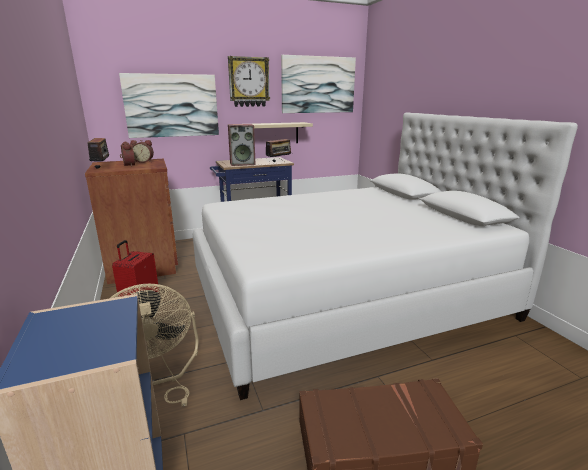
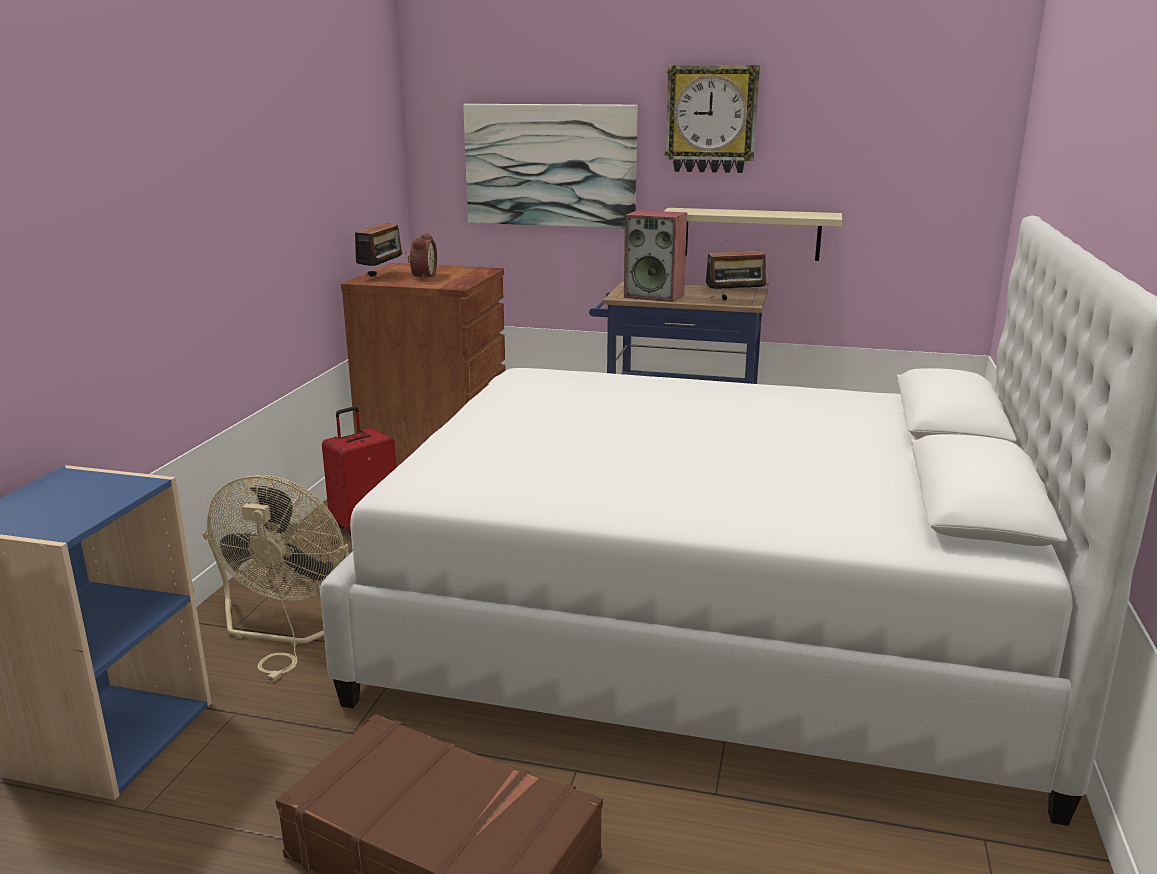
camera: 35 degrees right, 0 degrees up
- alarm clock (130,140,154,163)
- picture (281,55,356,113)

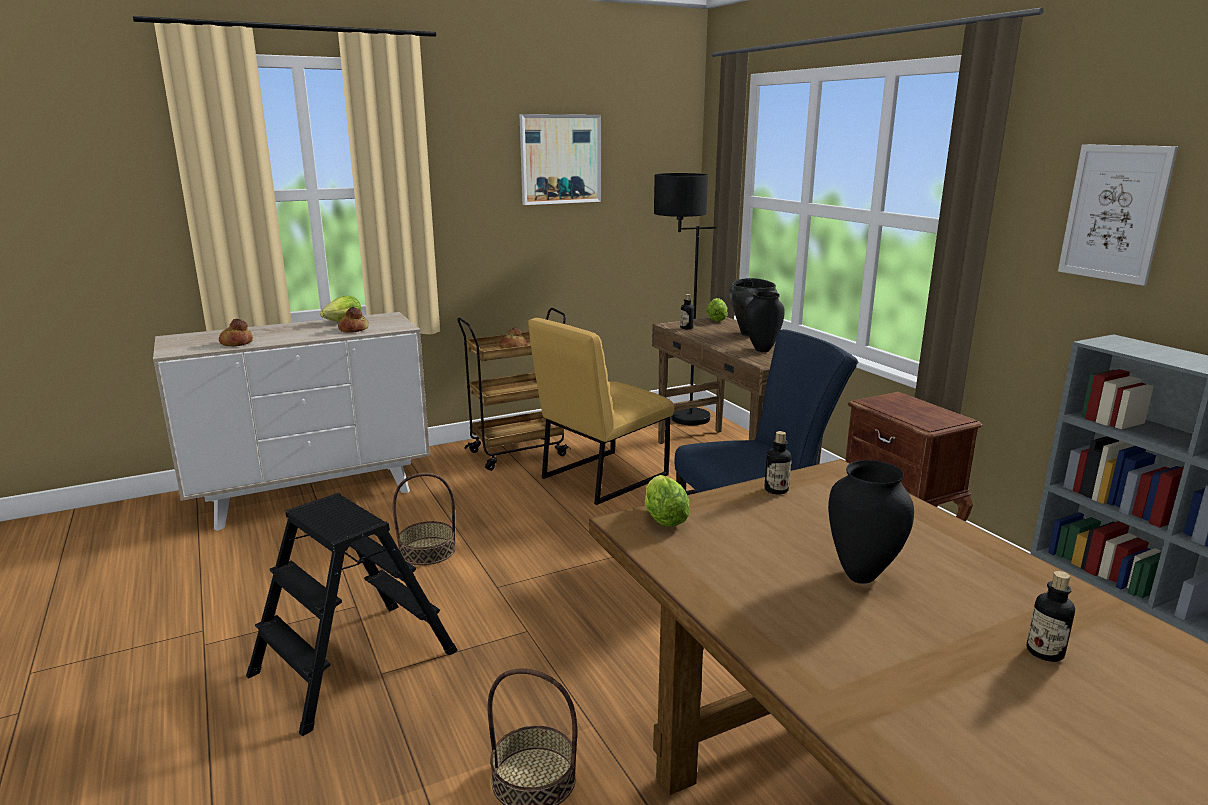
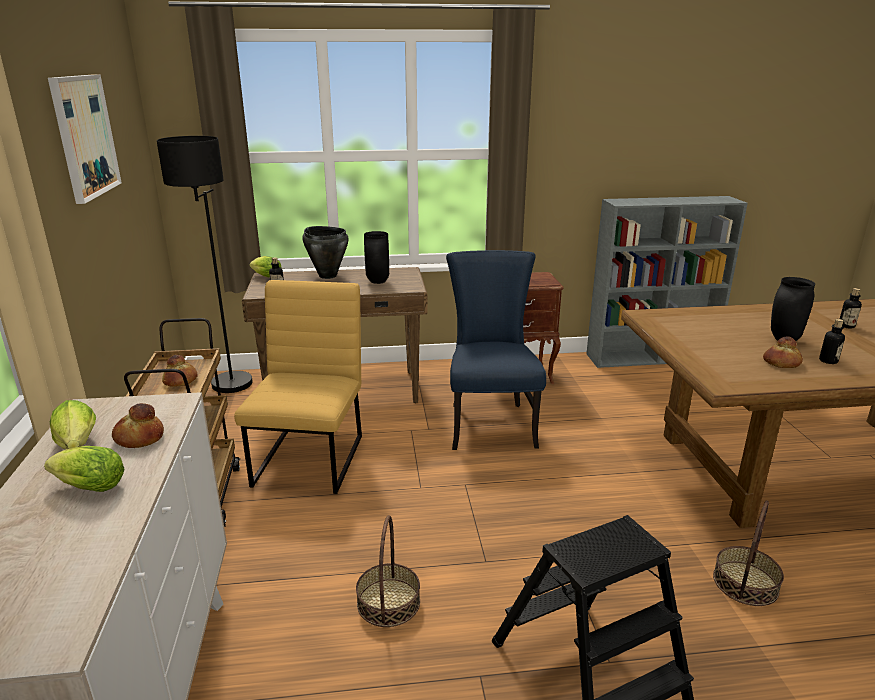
camera: 70 degrees left, 5 degrees up
~ lettuce (645,475,690,527) to (44,446,125,492)
~ chair/yellow (528,318,674,505) = (234,280,362,494) 150 degrees counterclockwise
~ bread (219,319,253,346) to (763,336,803,368)
~ bottle (765,431,791,494) to (819,319,845,364)
- picture (1058,144,1178,286)

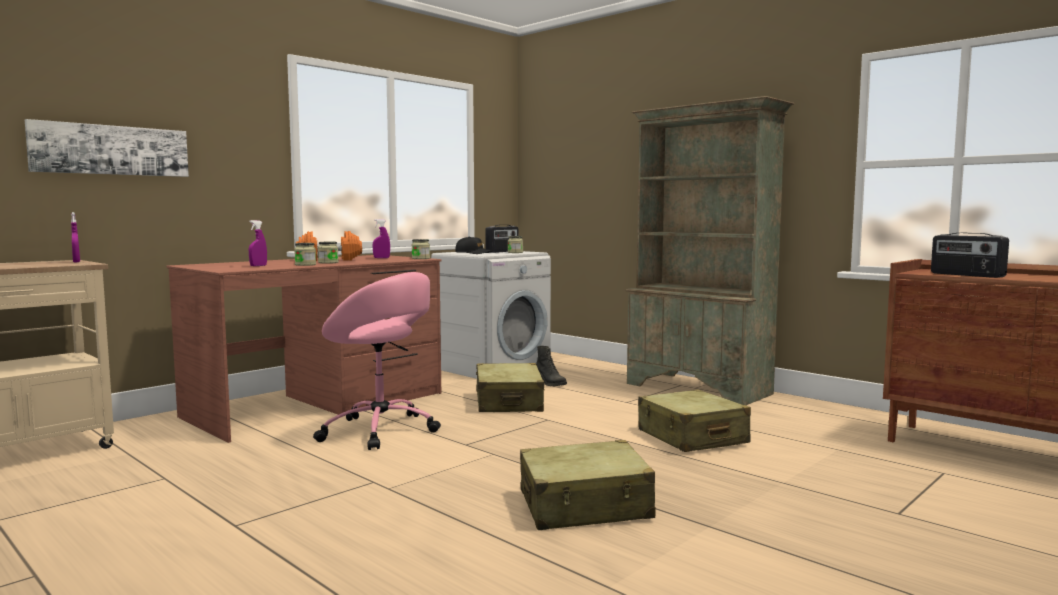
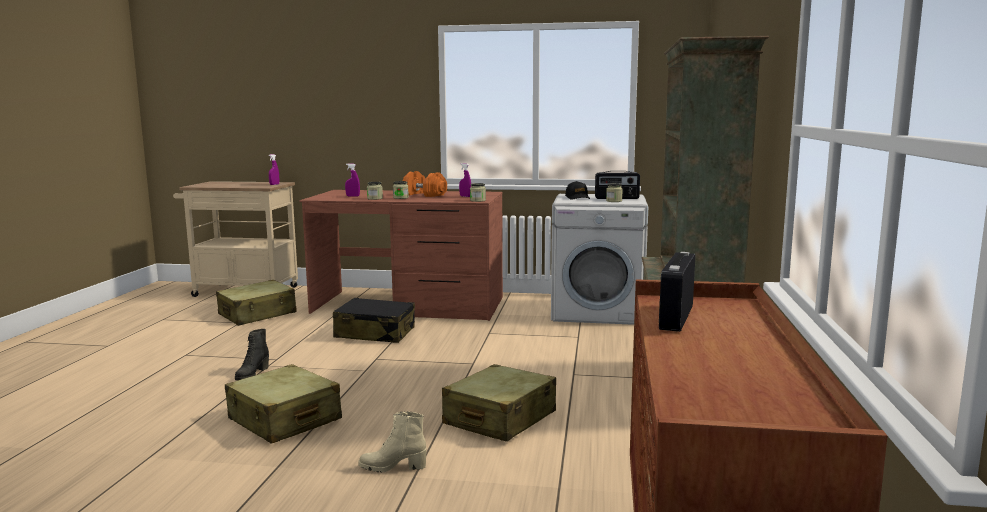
camera: 55 degrees right, 5 degrees up
~ suitcase/beige (476,363,545,412) to (216,280,297,326)
~ boot/black (536,346,567,386) to (235,329,269,380)
~ office chair/pink (313,272,441,450) to suitcase/black (333,298,415,343)
+ boot/beige (358,412,427,472)
- picture (25,119,189,177)

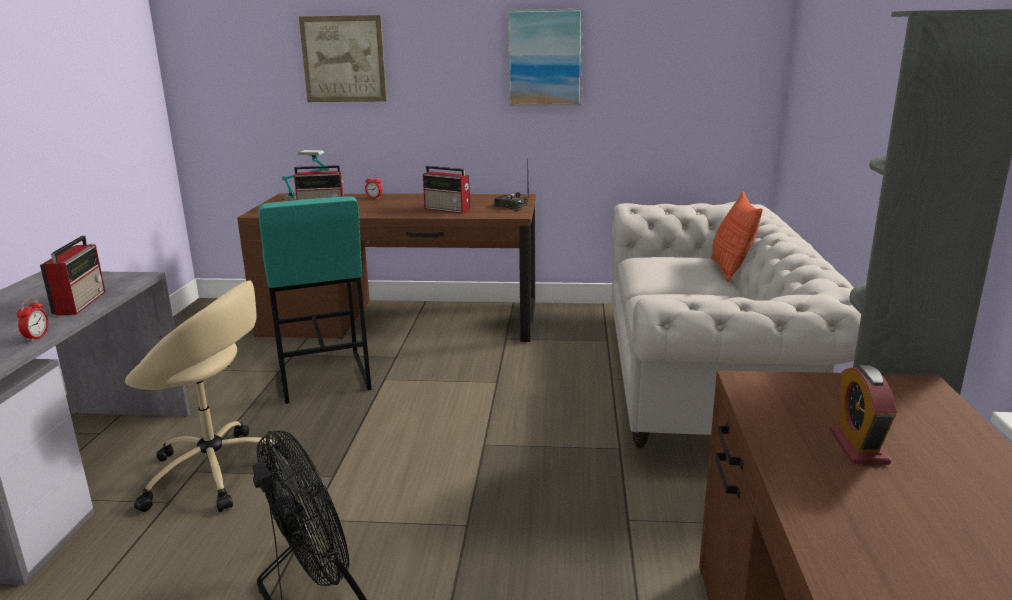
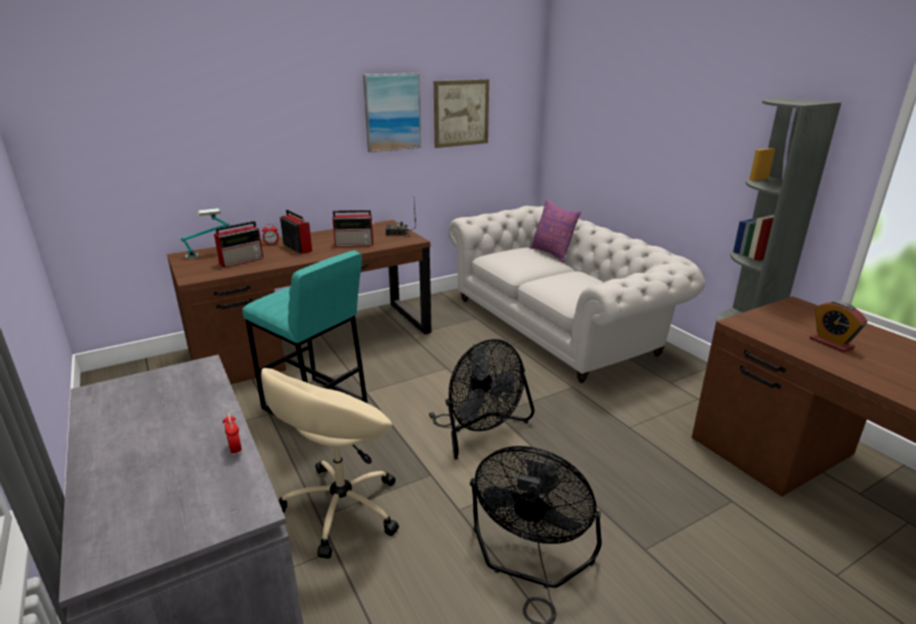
camera: 35 degrees left, 5 degrees up
~ office chair/beige (125,281,289,512) = (261,368,399,559) 150 degrees clockwise
~ radio (40,236,106,315) to (280,210,312,254)
+ fan/black (429,339,535,460)
~ picture (299,15,387,102) to (434,79,489,148)
~ pillow/orange (711,191,763,282) to pillow/purple (530,200,581,263)

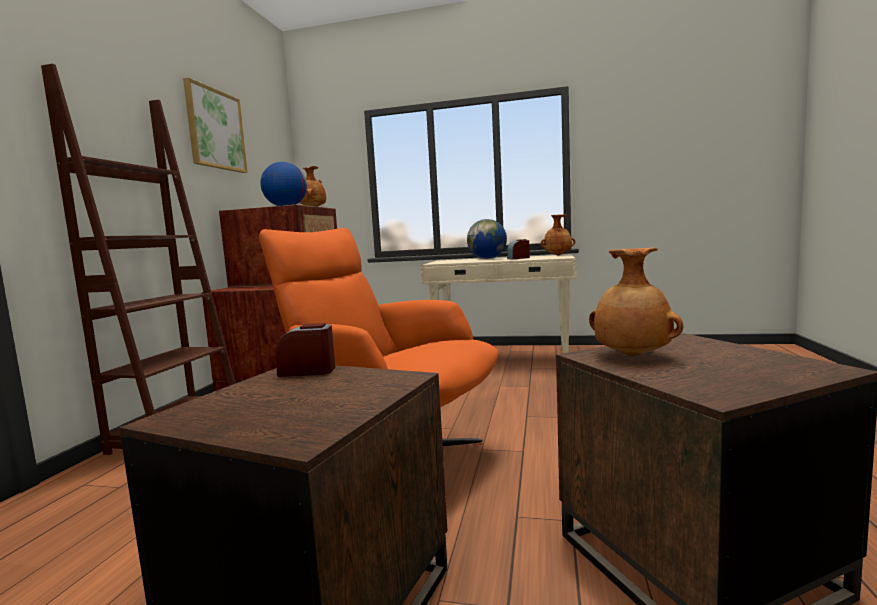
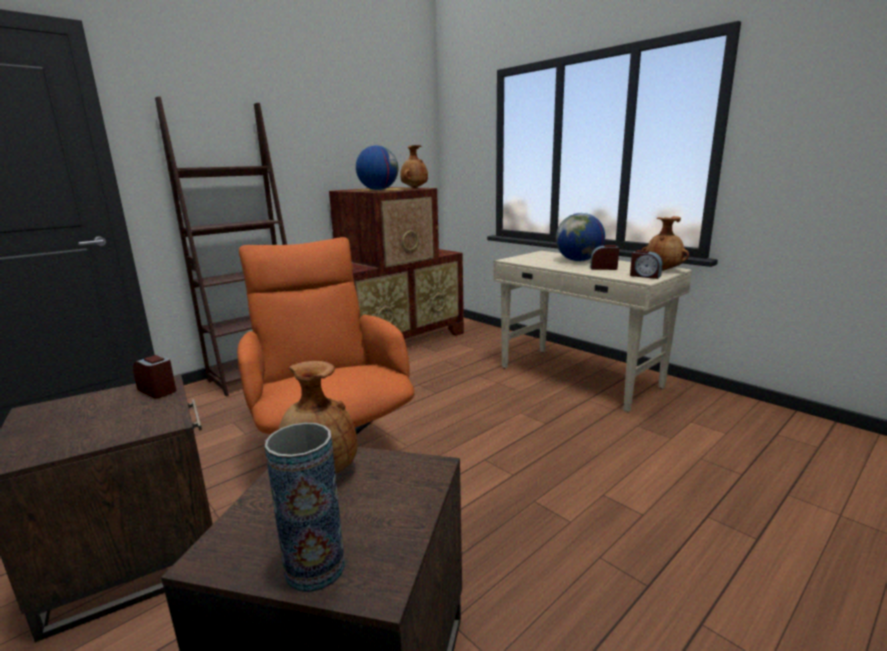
camera: 35 degrees right, 10 degrees up
+ vase (265,423,345,592)
+ alarm clock (630,250,662,279)
- picture (183,78,248,173)

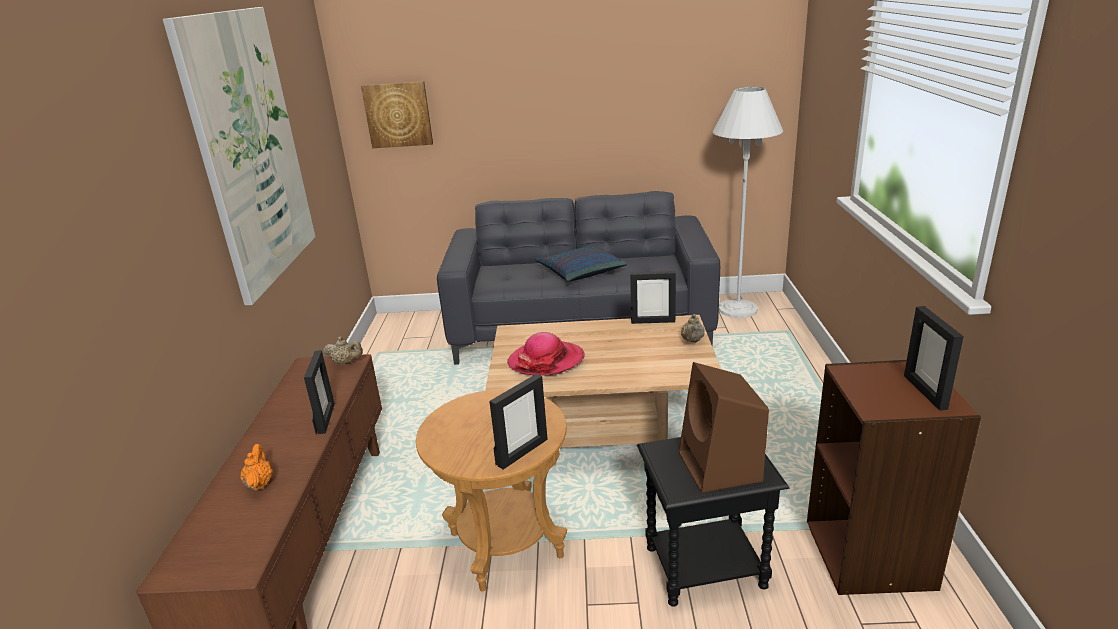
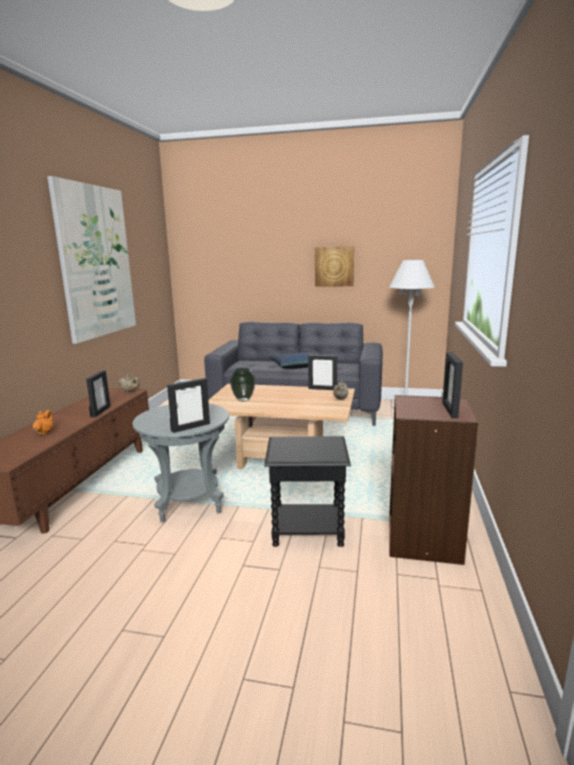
camera: 10 degrees right, 10 degrees down
~ side table/brown (416,389,567,592) to side table/grey (132,404,229,523)
~ hat (507,332,585,376) to vase (230,368,255,402)
~ picture (361,81,433,148) to (315,246,354,287)
- speaker/brown (679,362,769,493)

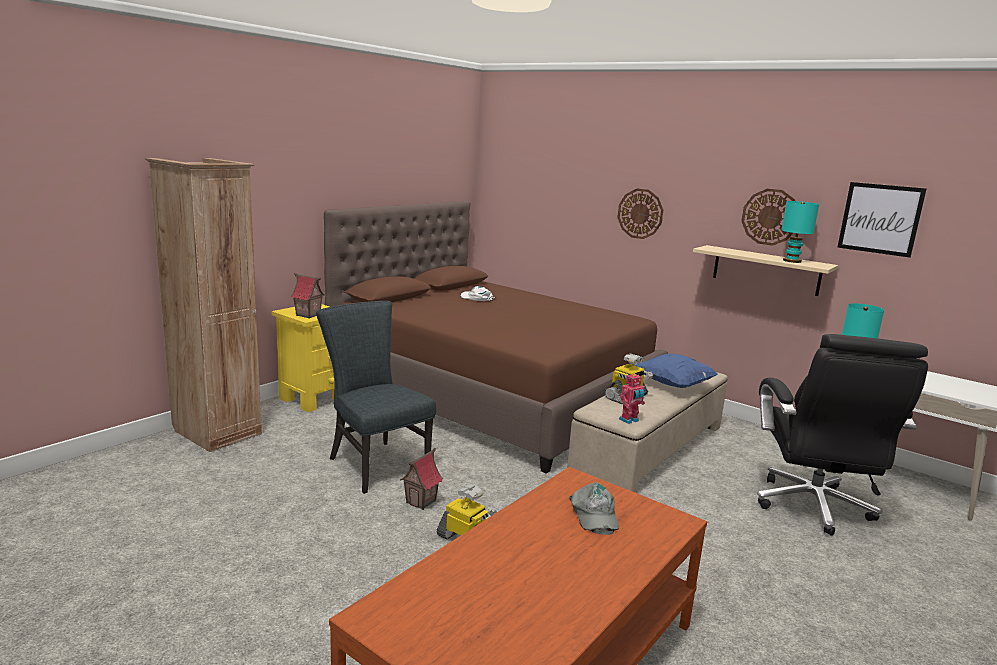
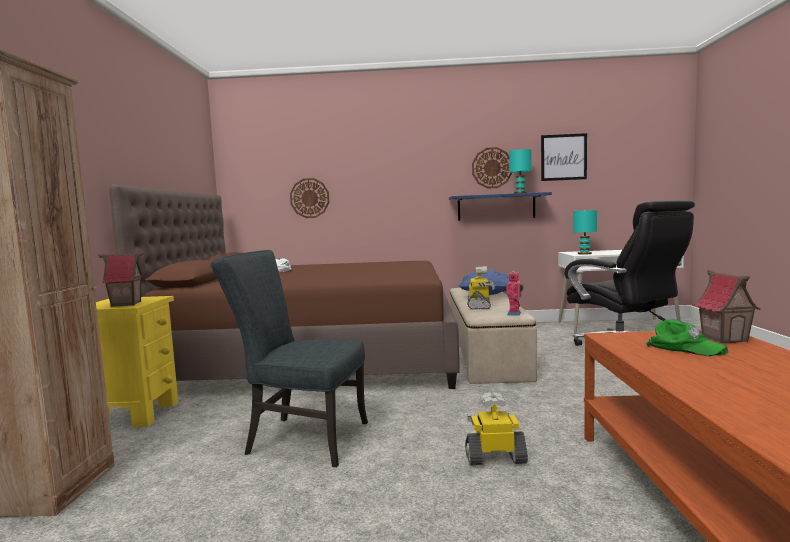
camera: 35 degrees left, 10 degrees down
~ wall clock (617,188,663,239) to (290,178,330,218)
~ shelf/beige (693,245,838,296) to shelf/blue (449,192,552,221)
~ cap/grey (569,482,619,535) to cap/green (646,319,728,356)
~ toy house (400,448,444,510) to (693,270,760,344)

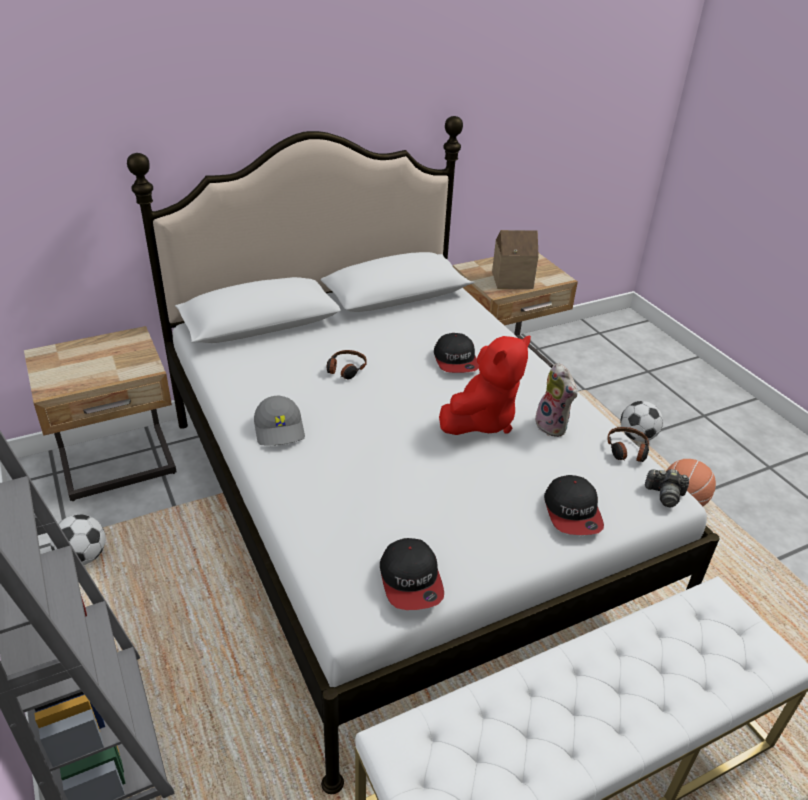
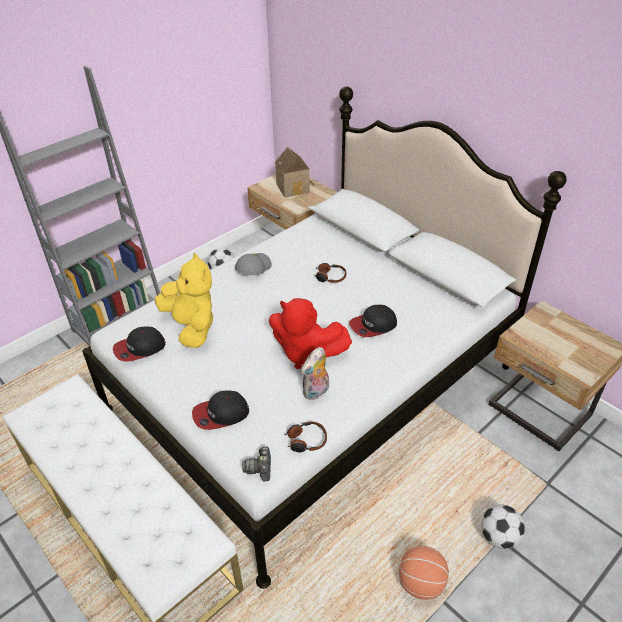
camera: 75 degrees right, 5 degrees up
+ plush toy/yellow (155,253,213,348)
~ cap/grey (254,396,305,445) = (235,253,272,275) 150 degrees clockwise
~ toy house (492,230,539,289) to (275,147,314,197)

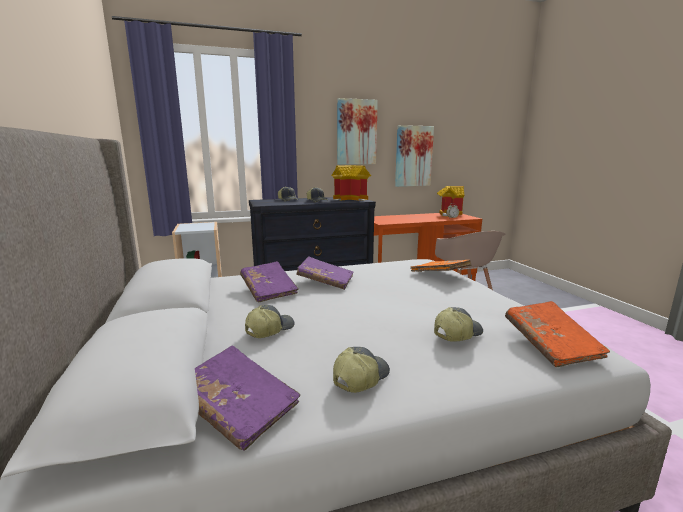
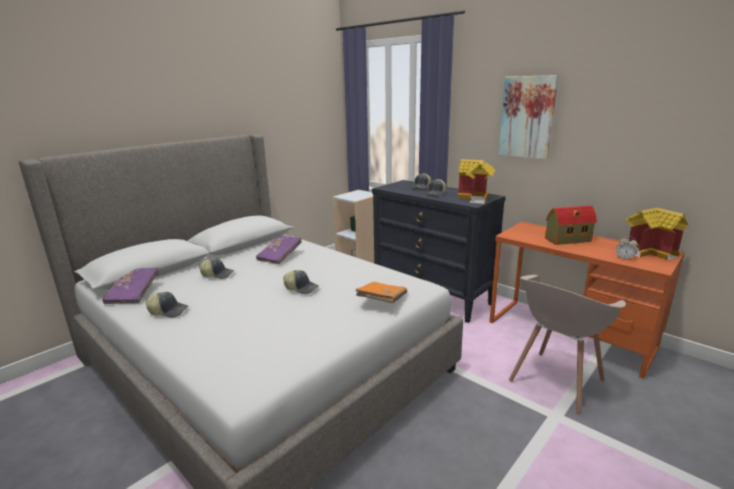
camera: 60 degrees right, 5 degrees up
~ cap (434,307,483,342) to (283,270,319,294)
+ toy house (545,205,597,245)
- book/purple (296,256,353,290)
- picture (395,125,434,187)
- book/orange (505,301,610,368)

